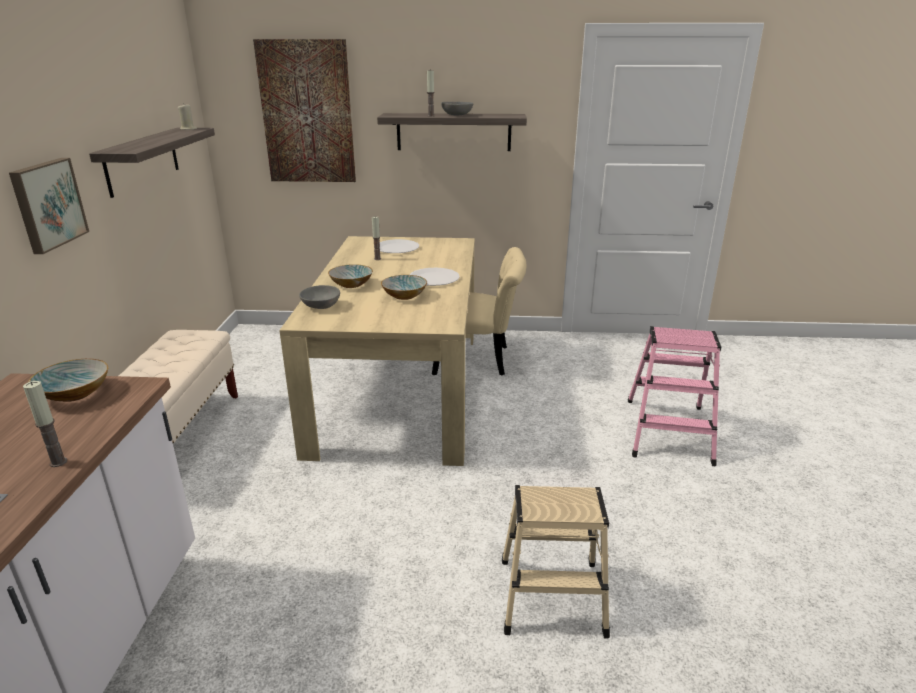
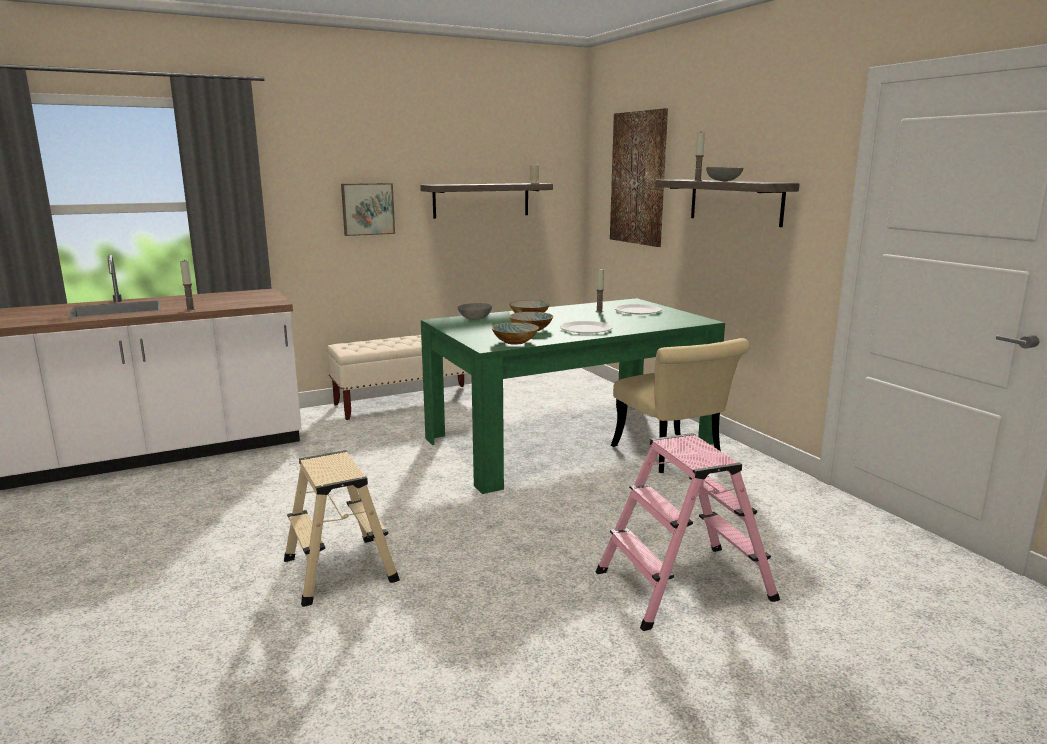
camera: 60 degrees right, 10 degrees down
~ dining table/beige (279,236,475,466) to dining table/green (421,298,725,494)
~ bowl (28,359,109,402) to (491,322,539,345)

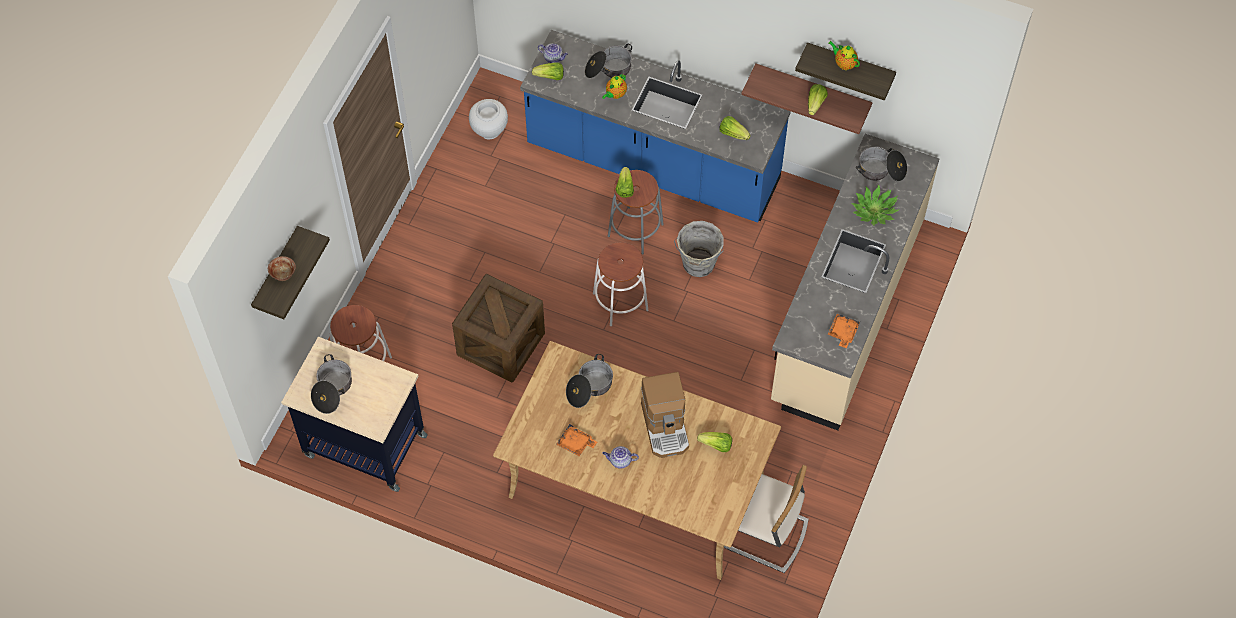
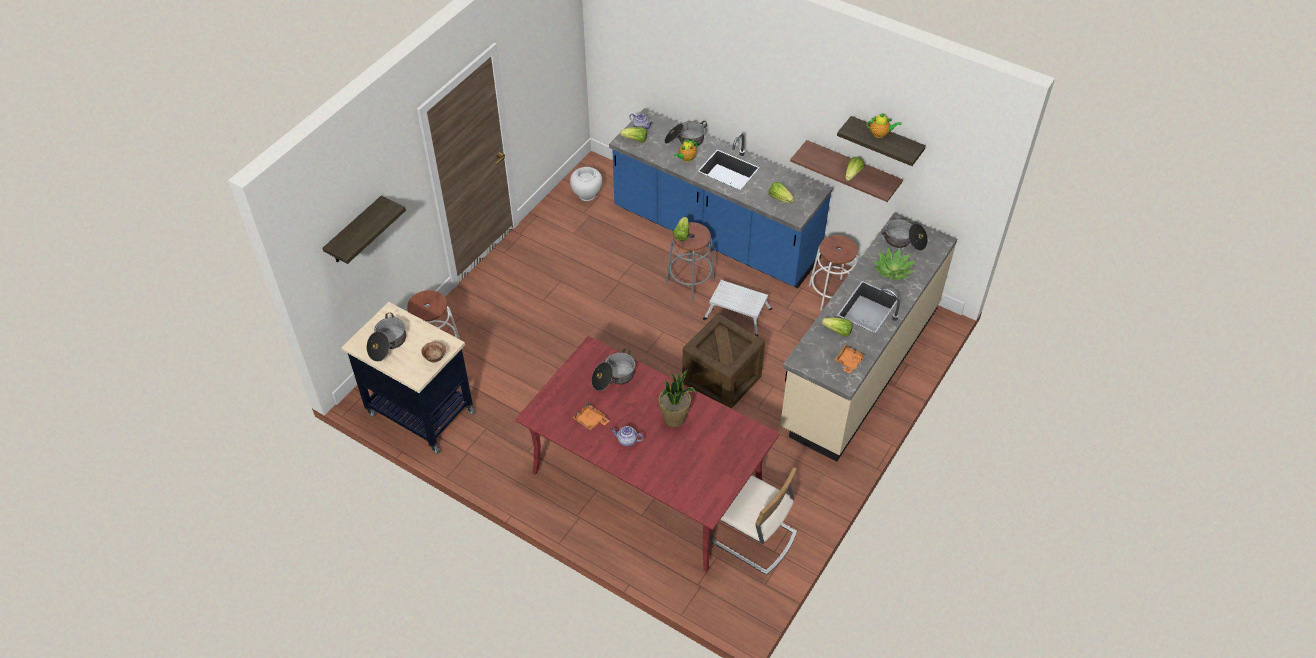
camera: 10 degrees right, 10 degrees down
~ bowl (268,256,296,281) to (421,342,446,362)
~ dining table/beige (493,341,781,580) to dining table/red (515,336,780,572)
~ coffee machine (641,372,689,458) to potted plant (658,370,696,427)
~ crate (452,274,545,382) to (682,313,765,409)
~ bucket/grey (674,221,724,277) to step ladder/white (703,280,772,336)
~ stool/white (593,242,648,326) to (809,235,858,311)
~ lettuce (697,432,732,452) to (822,317,853,337)
~ teapot (829,41,860,70) = (866,113,901,138) 135 degrees clockwise

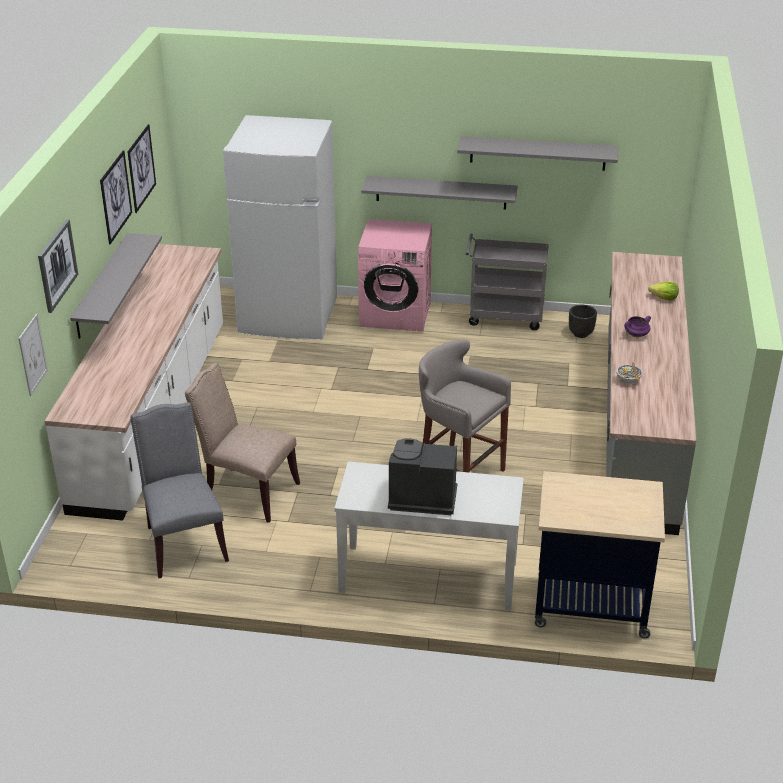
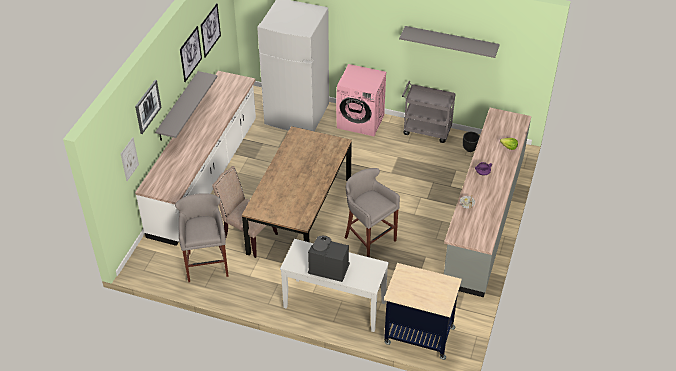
camera: 10 degrees right, 10 degrees up
~ chair/grey (130,402,229,579) to stool/grey (175,193,229,282)
+ dining table/brown (242,126,352,256)
- shelf/grey (361,176,518,210)

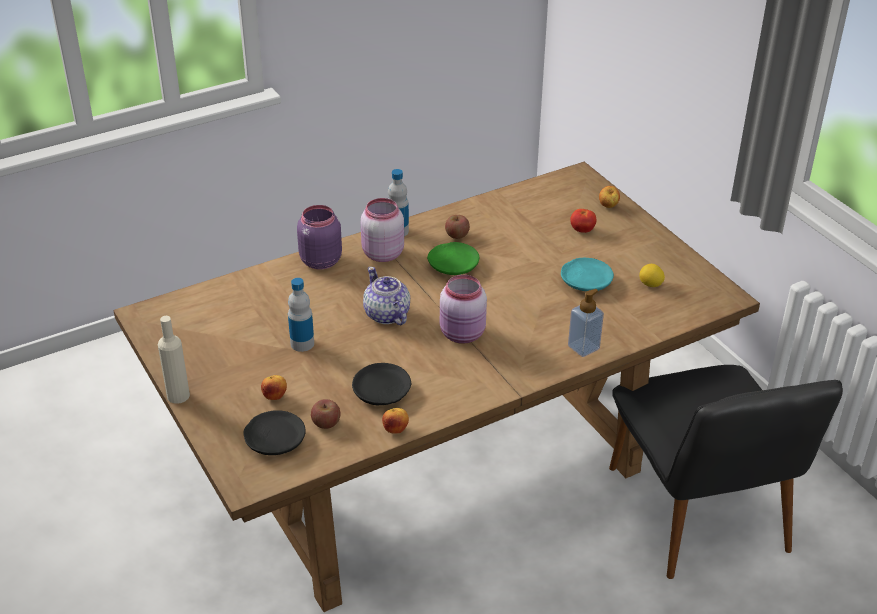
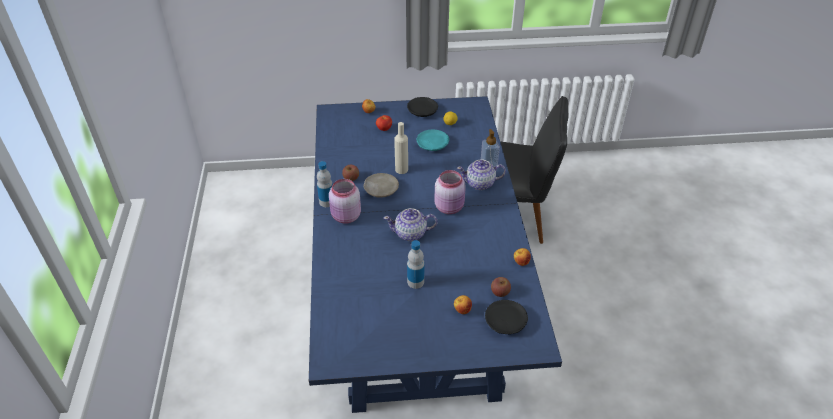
camera: 65 degrees left, 5 degrees up
~ dining table/brown (113,162,760,612) to dining table/blue (309,96,562,413)
~ plate/green (427,242,479,275) to plate/beige (363,173,399,198)
~ bottle/beige (158,316,190,404) to (394,122,408,174)
~ plate/black (352,363,411,405) to (407,97,438,117)
+ teapot (457,160,506,190)
- jar/purple (297,205,342,269)

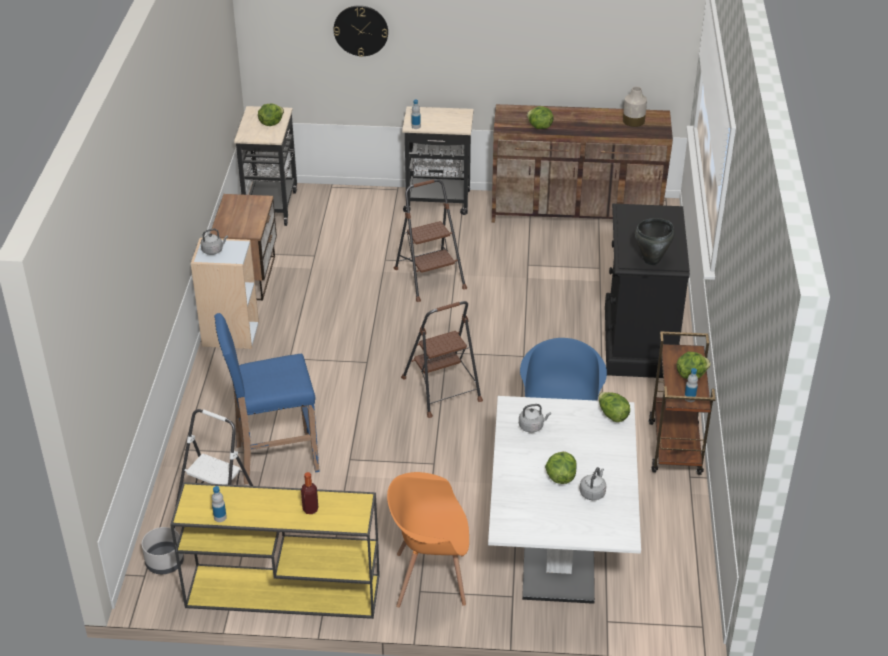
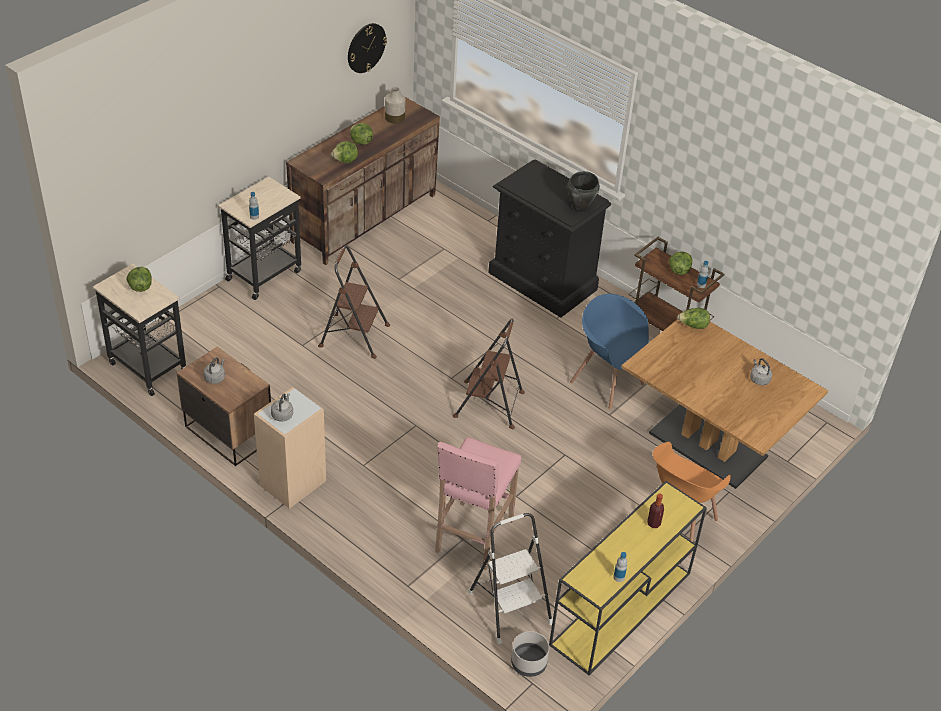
camera: 55 degrees left, 5 degrees up
~ kettle/grey (519,404,551,433) to (203,357,225,384)
~ wall clock (334,5,388,57) to (348,23,387,73)
~ lettuce (545,451,577,484) to (350,123,373,145)
~ stool/blue (214,313,320,484) to stool/pink (435,437,521,571)
~ dining table/white (488,396,641,604) to dining table/brown (621,319,828,489)

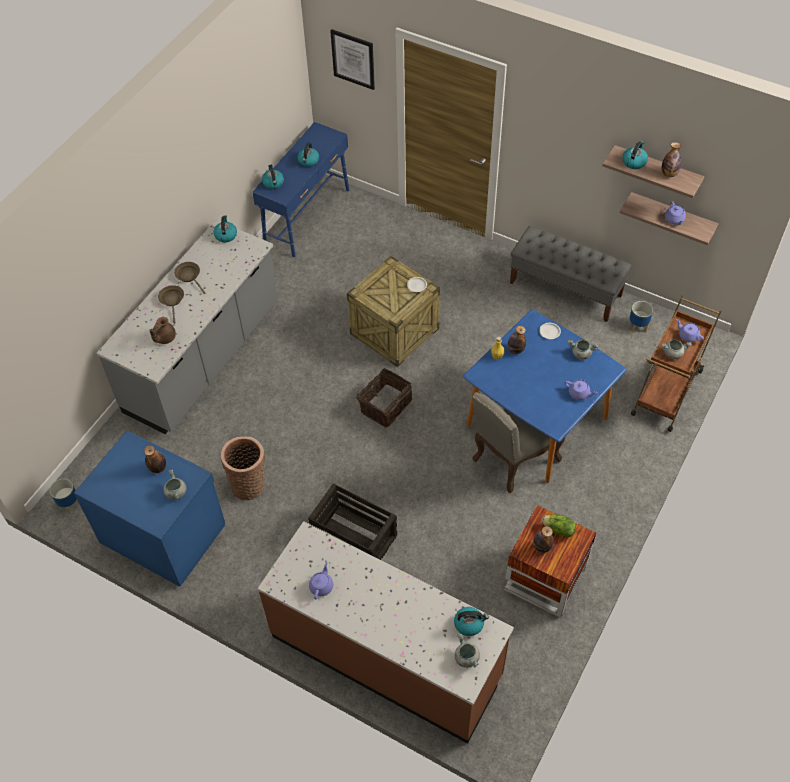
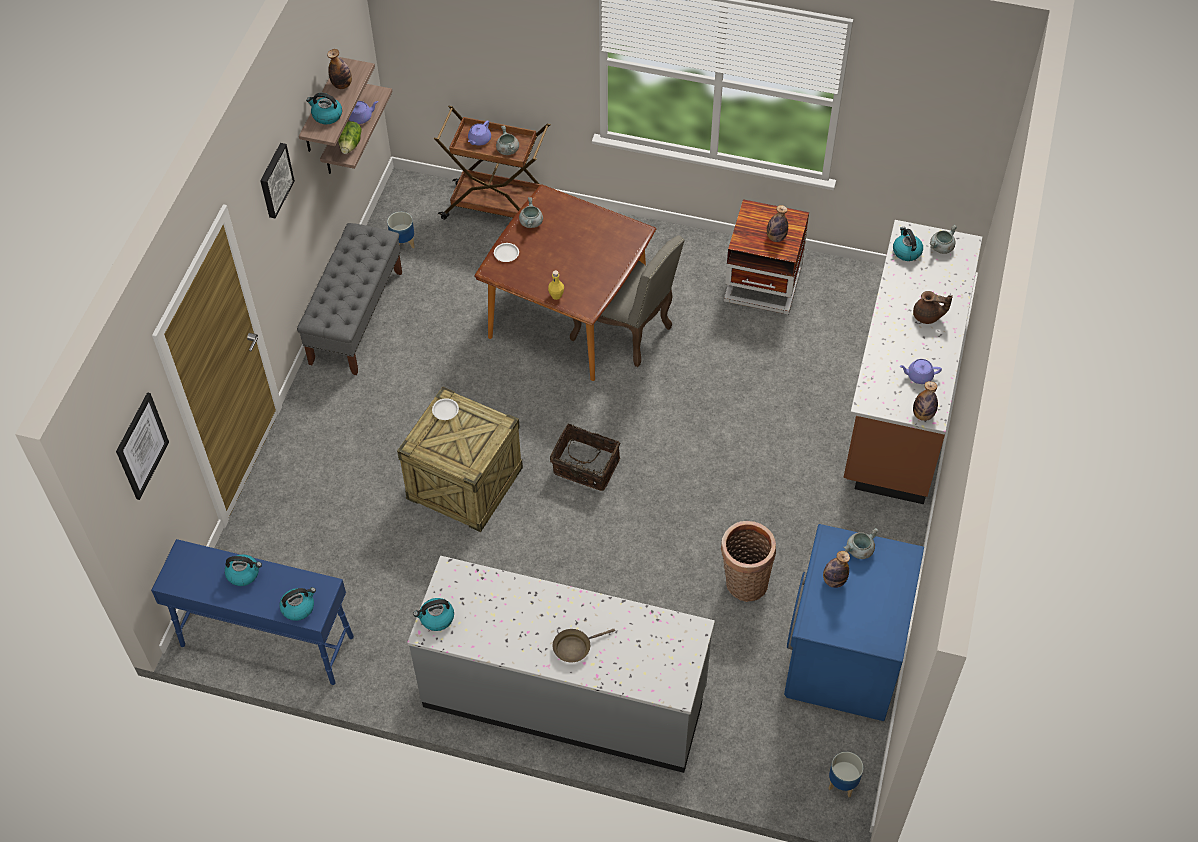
camera: 105 degrees left, 0 degrees up
+ picture (260,143,295,218)
~ lettuce (542,514,576,537) to (338,121,362,154)
~ dining table/blue (463,309,627,483) to dining table/brown (474,184,656,381)
~ teapot/brown (149,317,176,344) to (913,291,953,324)
~ bottle (508,326,526,354) to (913,381,938,421)
- frying pan/brown (174,262,205,294)
- crate (308,483,397,560)
- teapot/purple (565,380,598,400)

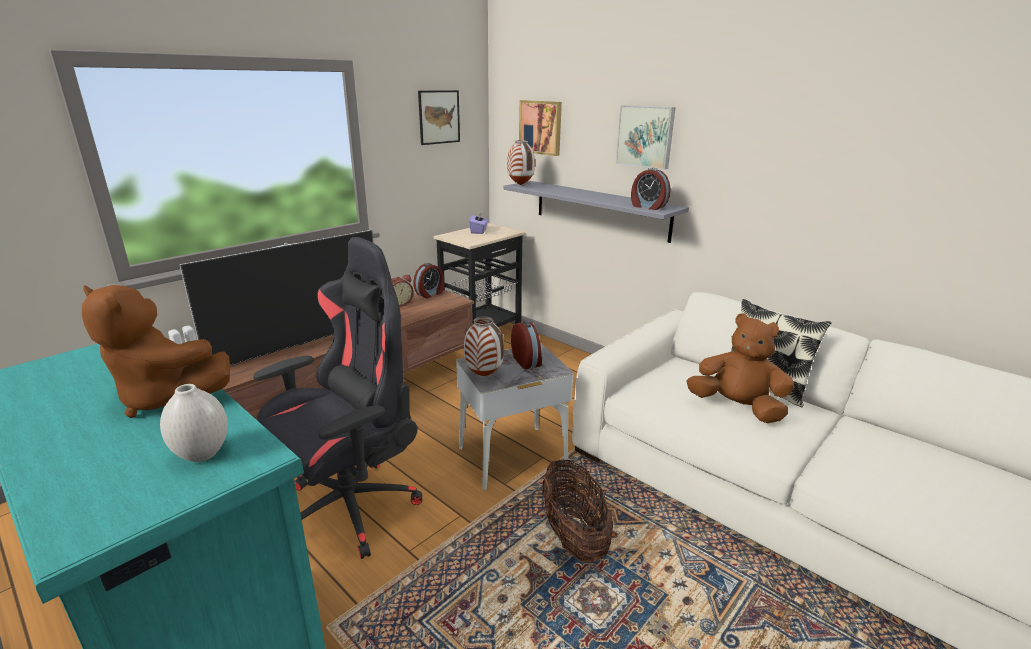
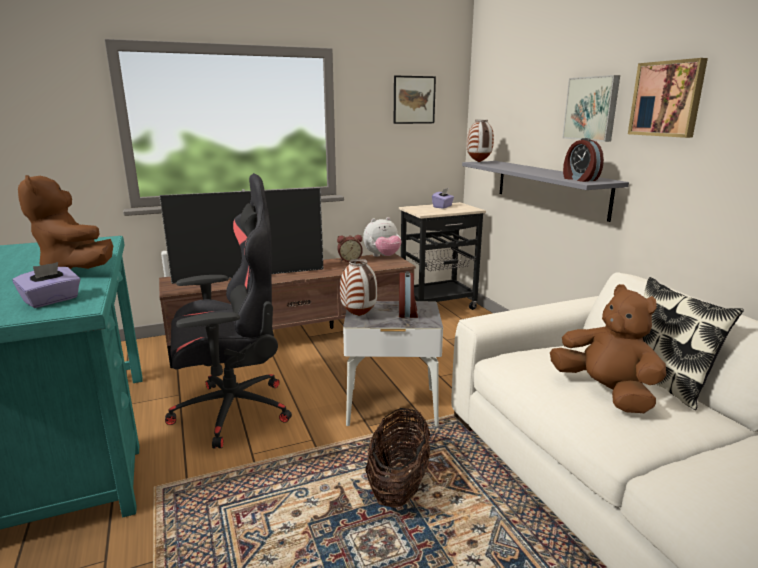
camera: 25 degrees right, 5 degrees down
~ vase/white (160,384,228,462) to tissue box/purple (12,262,80,308)
~ alarm clock (413,263,444,298) to plush toy (363,217,401,257)
~ picture (519,100,562,156) to (628,58,708,138)

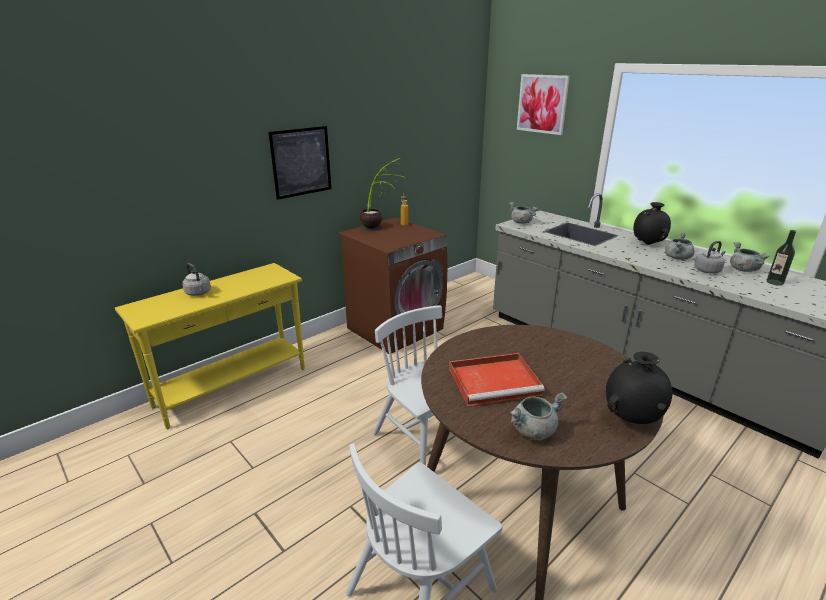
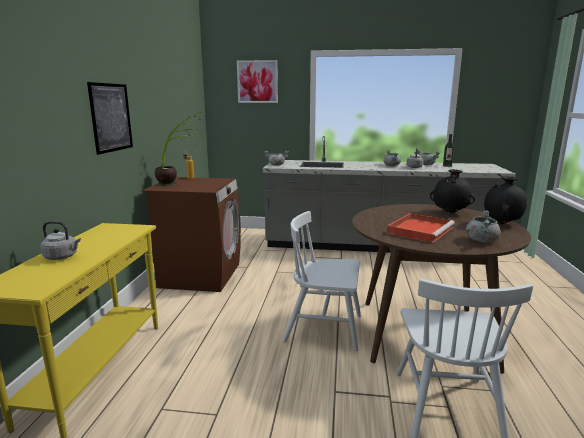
camera: 40 degrees left, 10 degrees down
~ vase/black (633,202,671,245) to (430,169,475,213)

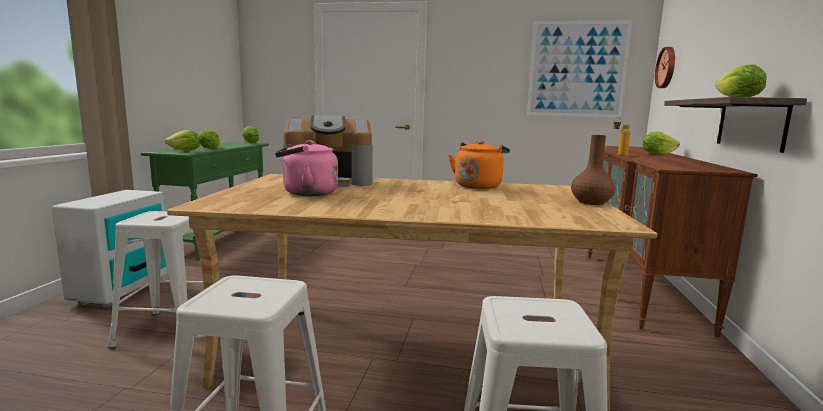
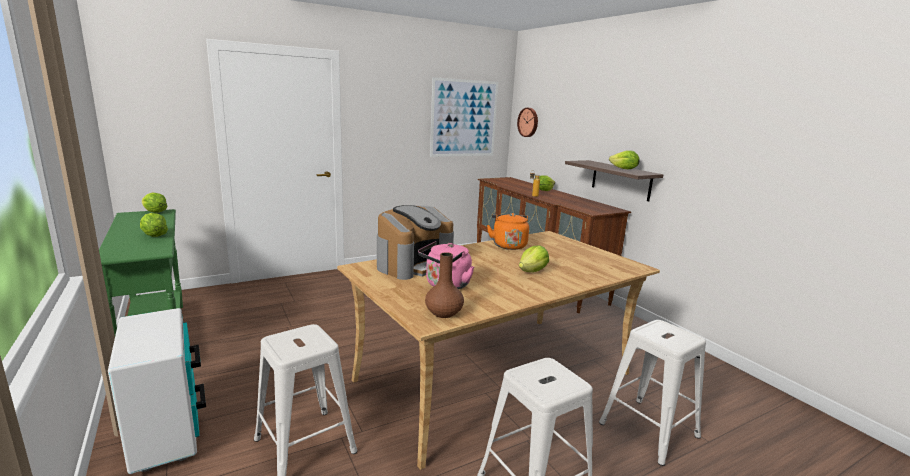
camera: 40 degrees left, 5 degrees up
~ vase/brown (571,135,616,205) to (425,252,464,318)
~ lettuce (165,130,201,151) to (519,245,549,272)

